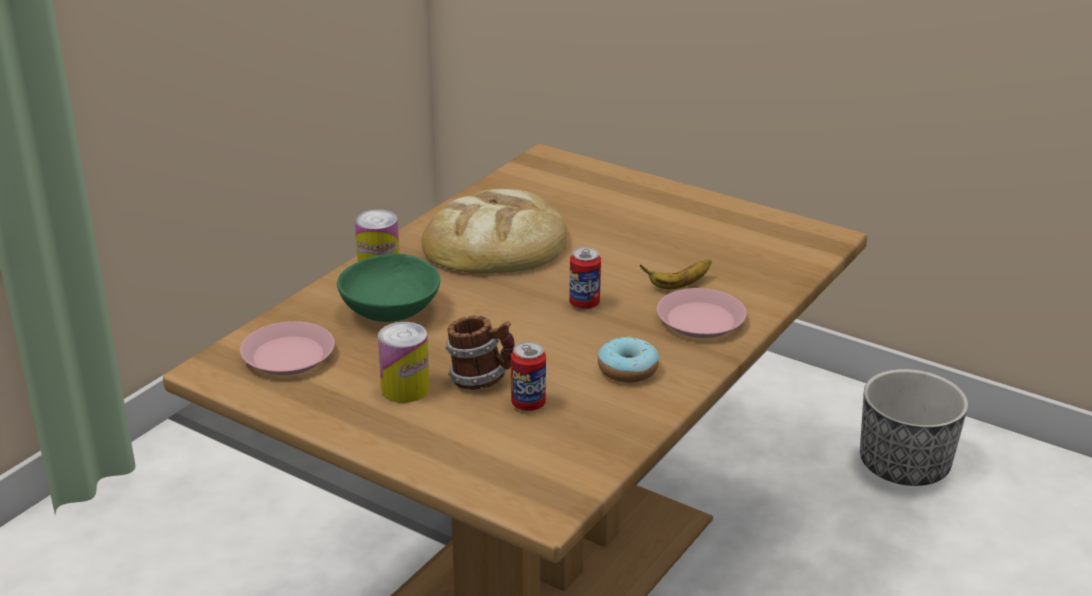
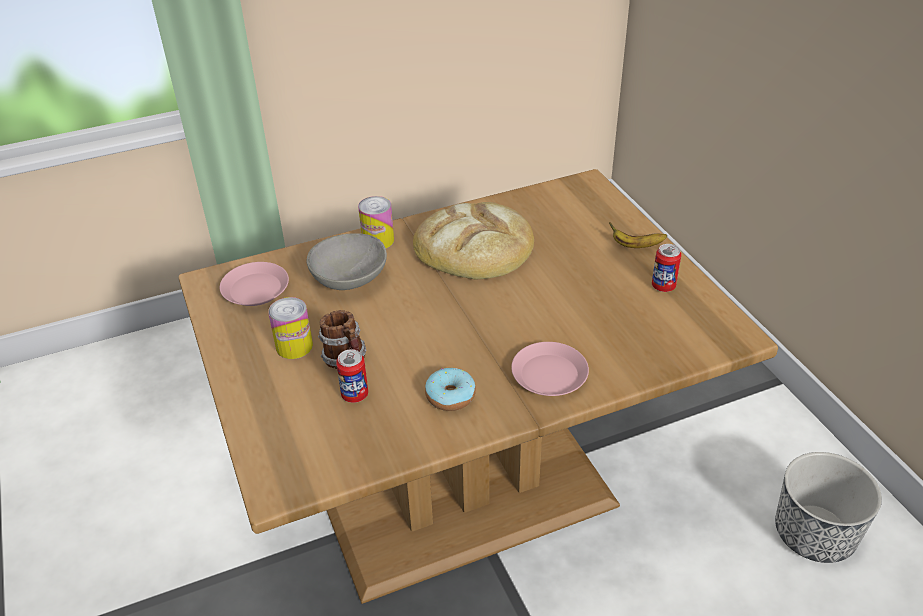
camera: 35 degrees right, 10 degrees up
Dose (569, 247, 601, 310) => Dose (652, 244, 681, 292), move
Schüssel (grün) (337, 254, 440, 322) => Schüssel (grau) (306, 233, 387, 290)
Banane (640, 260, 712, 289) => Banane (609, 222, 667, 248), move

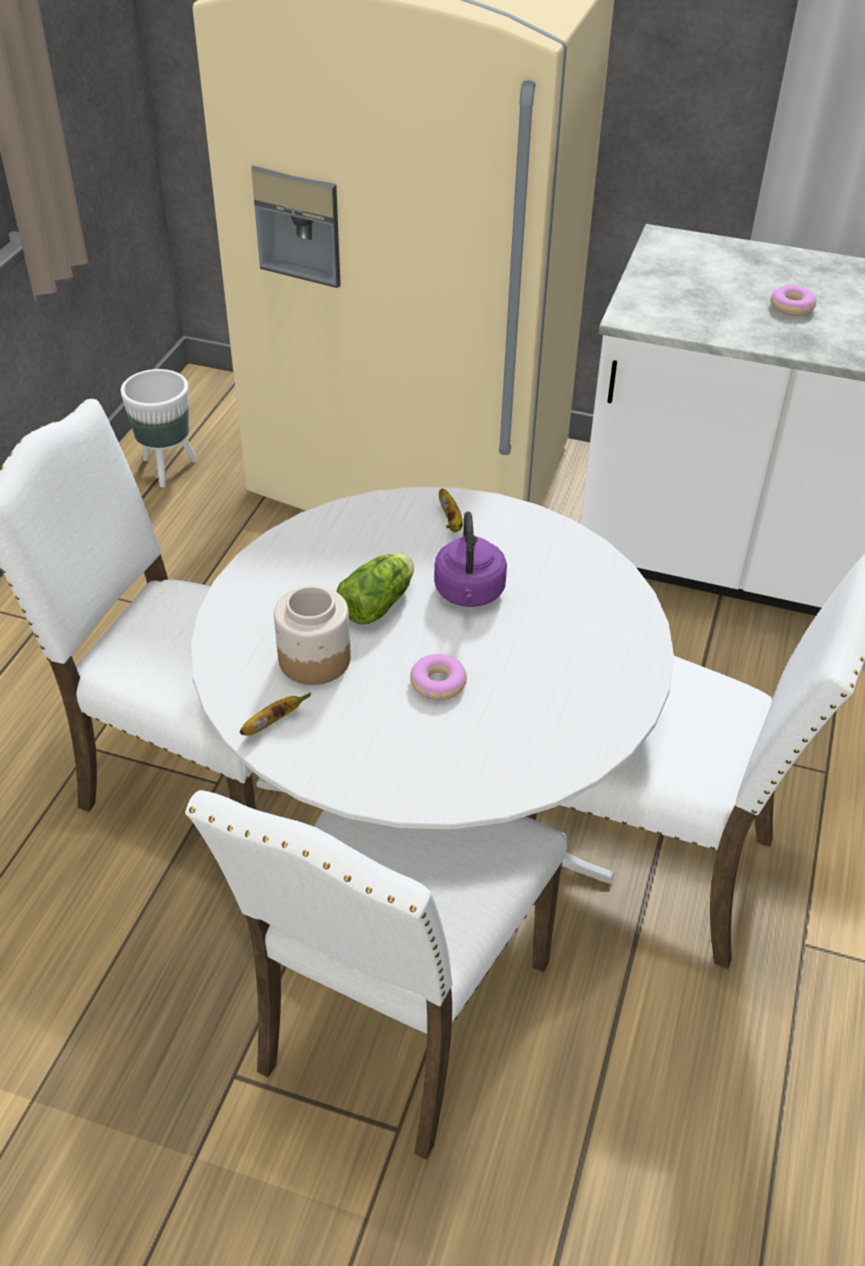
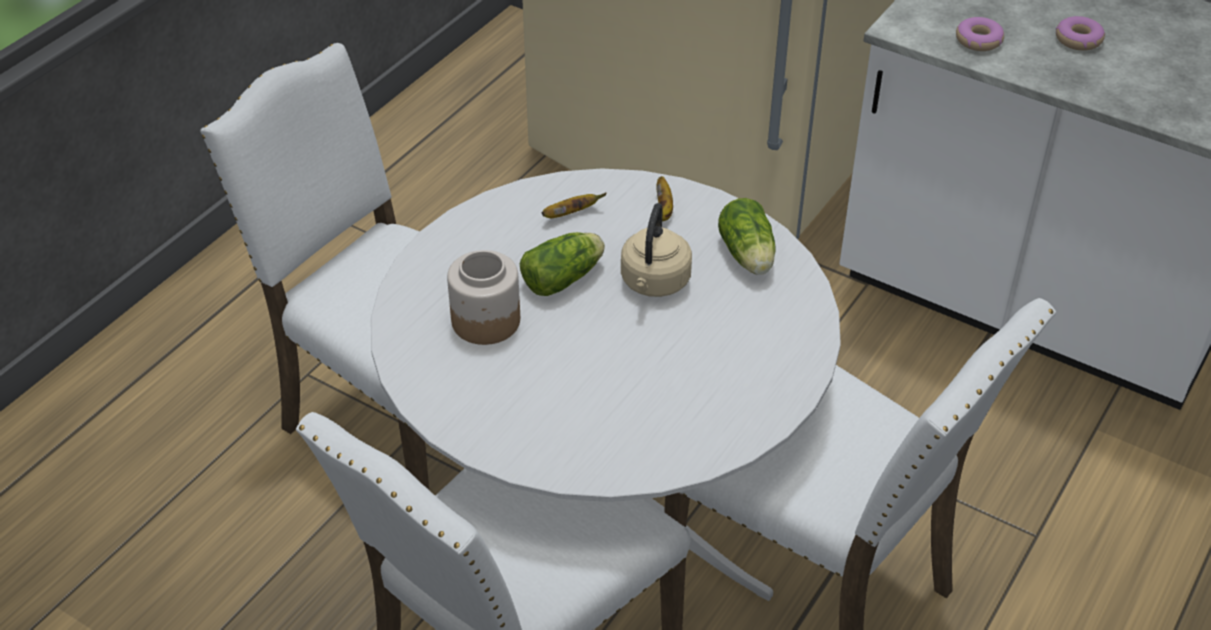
camera: 15 degrees right, 0 degrees up
Pflanzkübel (weiß) (120, 369, 197, 488) => nothing
Wasserkessel (lila) (434, 512, 507, 607) => Wasserkessel (beige) (621, 203, 692, 297)
Donut (410, 654, 467, 700) => Donut (956, 17, 1004, 51), move
Banane (240, 693, 311, 736) => Banane (542, 193, 607, 218), move
nothing => Salatkopf (718, 198, 776, 275)

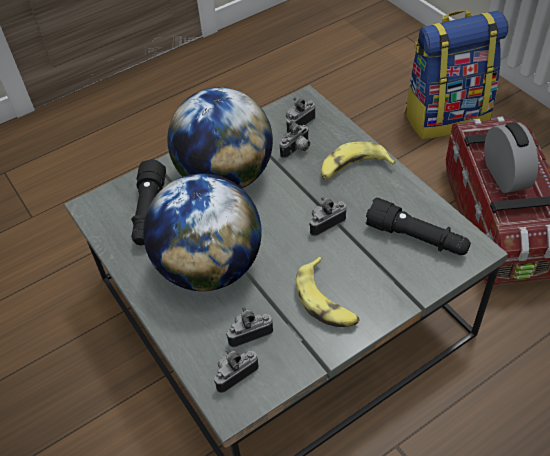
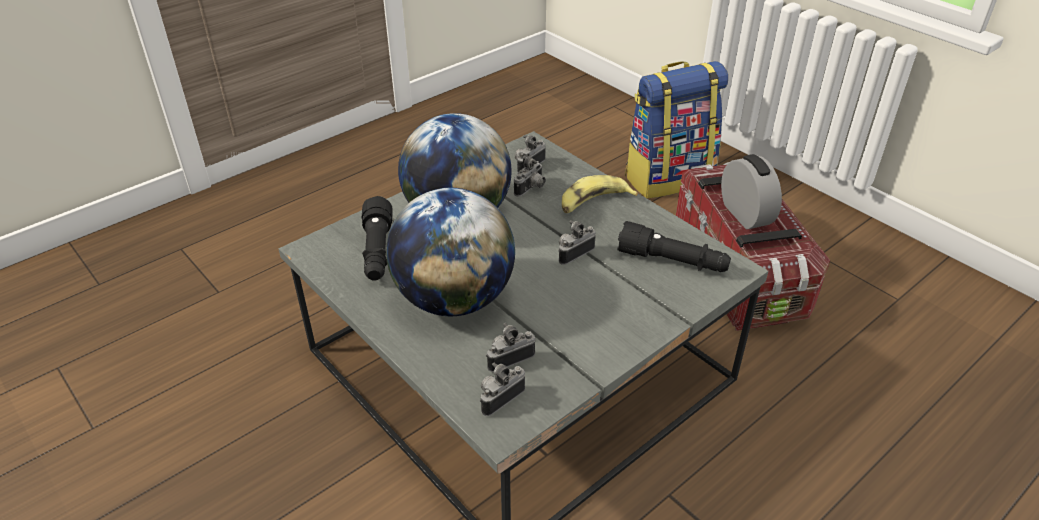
camera: 10 degrees left, 10 degrees down
Banane (296, 257, 360, 327) => nothing

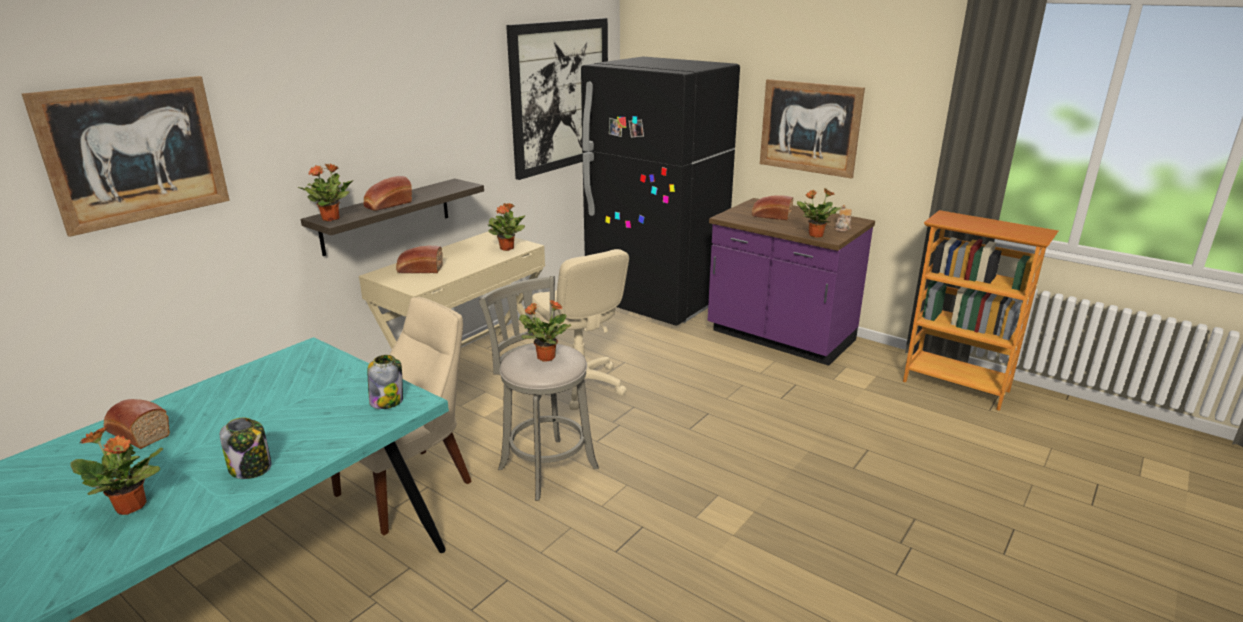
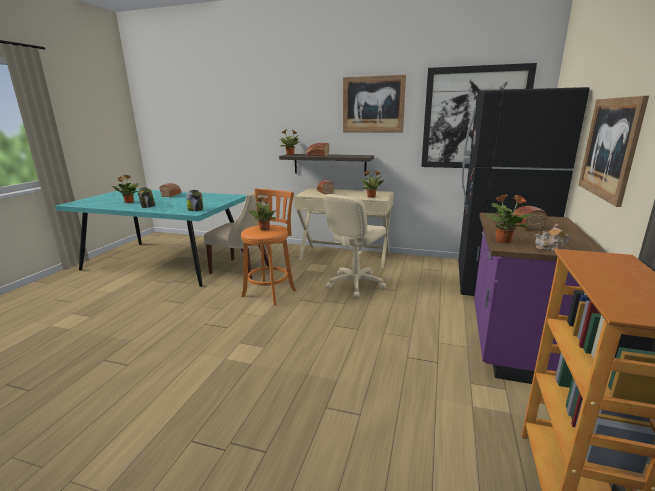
camera: 70 degrees right, 5 degrees down
Bild (22, 76, 230, 237) => Bild (343, 75, 406, 132), move
Hocker (grau) (479, 276, 599, 501) => Hocker (orange) (241, 188, 296, 306)

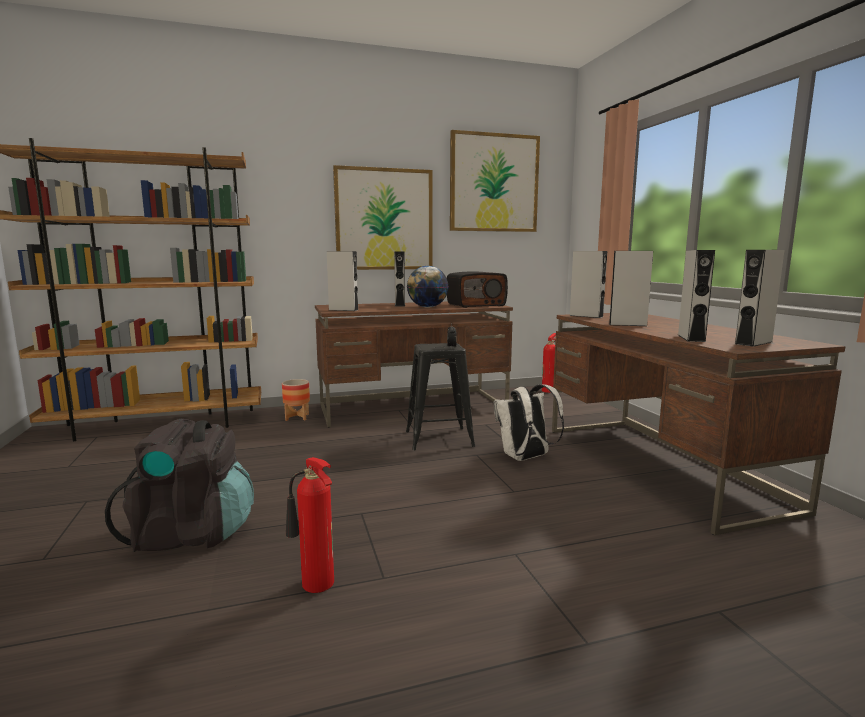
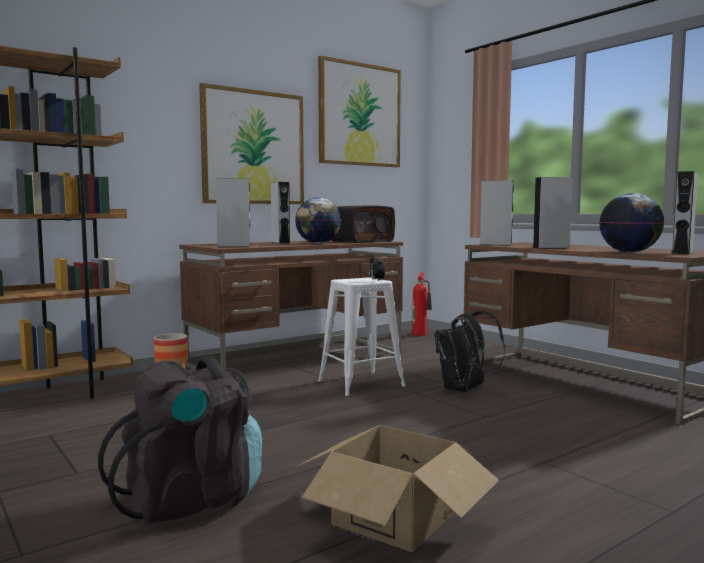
camera: 20 degrees left, 5 degrees down
Lautsprecher (grau) (678, 250, 715, 342) => Globus (599, 193, 664, 252)
Hocker (schwarz) (406, 343, 475, 450) => Hocker (weiß) (318, 278, 406, 396)
Rucksack (weiß) (494, 384, 564, 461) => Rucksack (schwarz) (435, 311, 505, 392)
Feuerlöscher (286, 457, 334, 593) => Karton (296, 425, 499, 552)

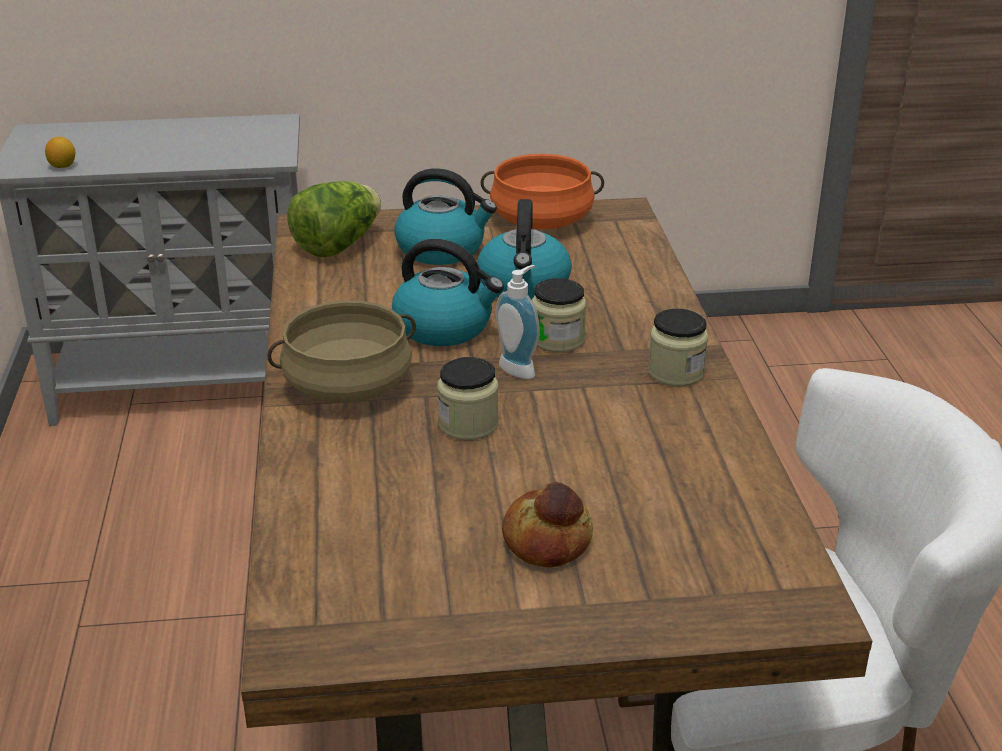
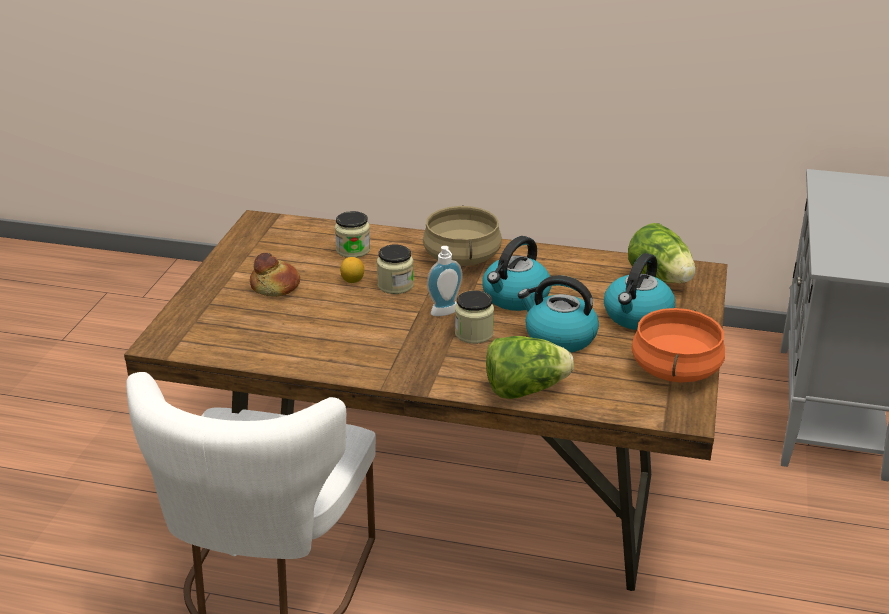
camera: 110 degrees right, 0 degrees up
Zitrone (45, 137, 75, 168) => Zitrone (340, 257, 364, 283), move
Vorratsglas (648, 309, 708, 386) => Vorratsglas (335, 211, 370, 258), move
nothing => Salatkopf (486, 336, 574, 399)

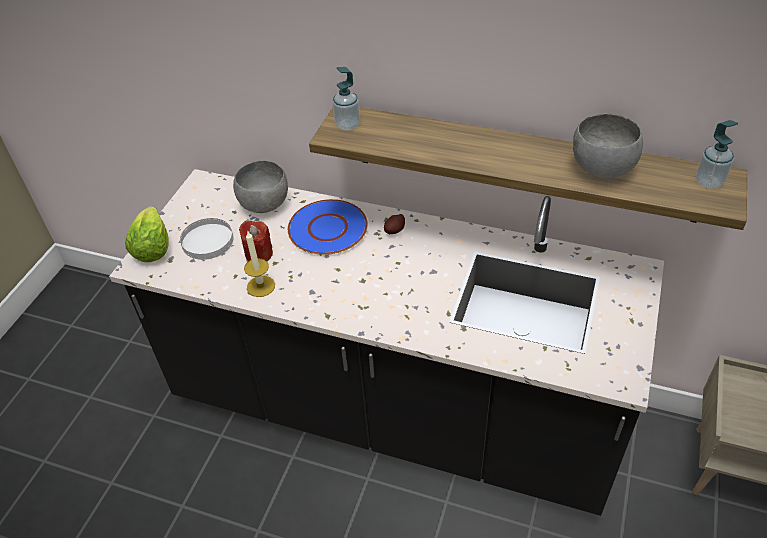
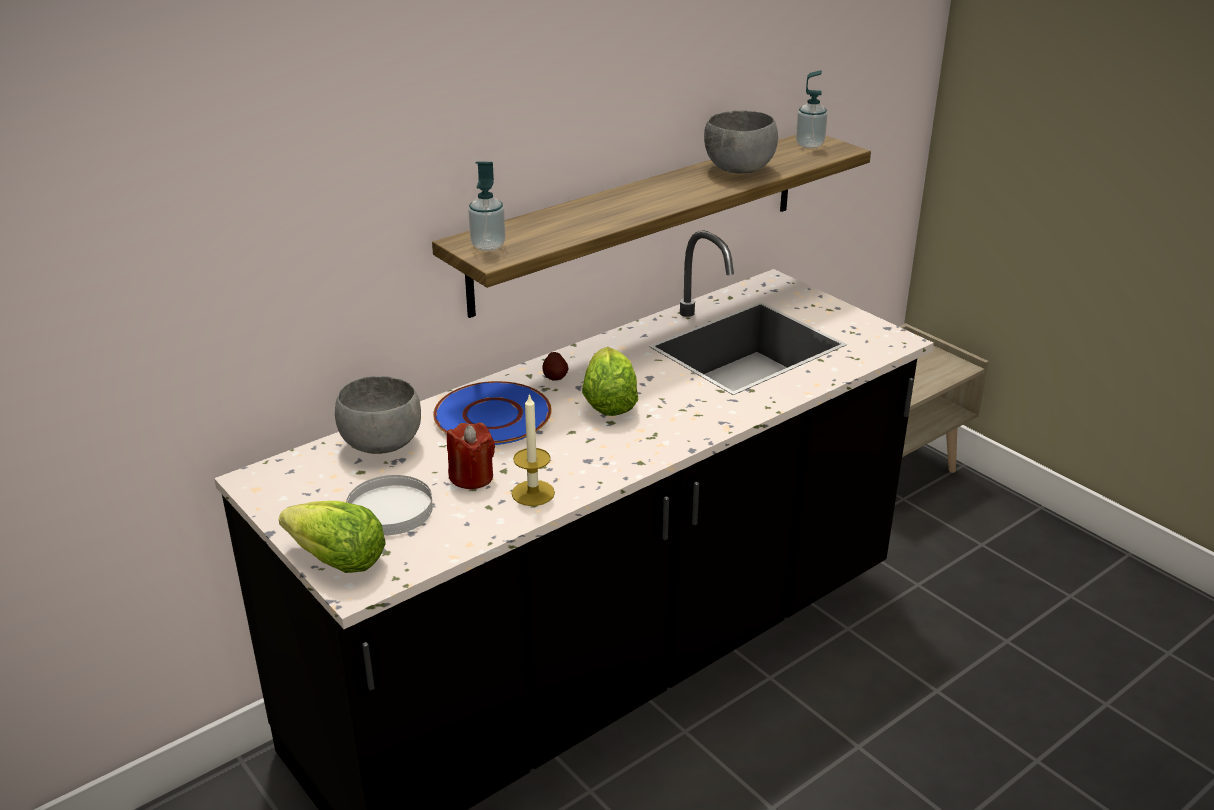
camera: 60 degrees left, 15 degrees down
nothing => Salatkopf (582, 347, 638, 416)

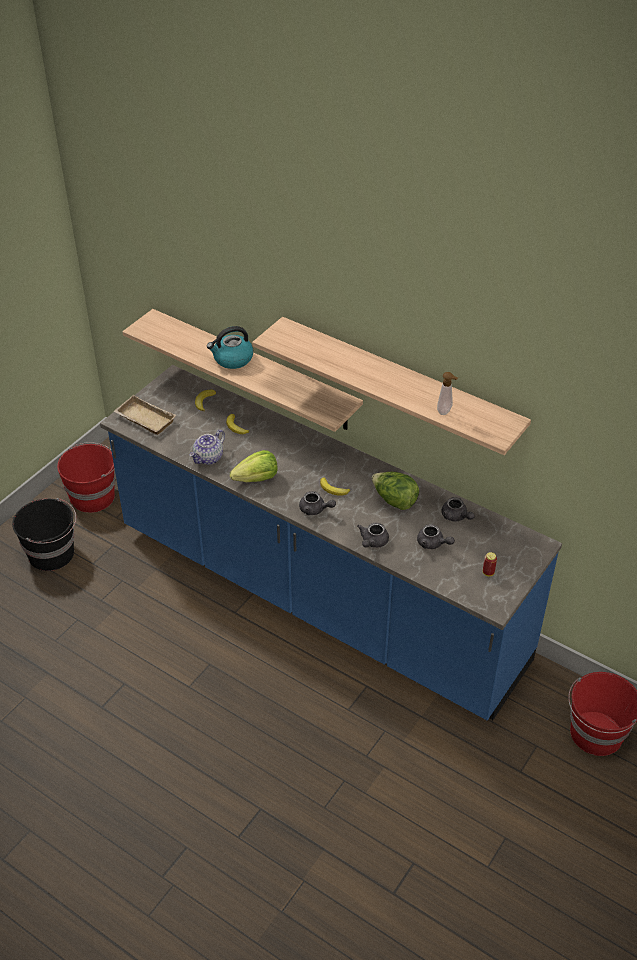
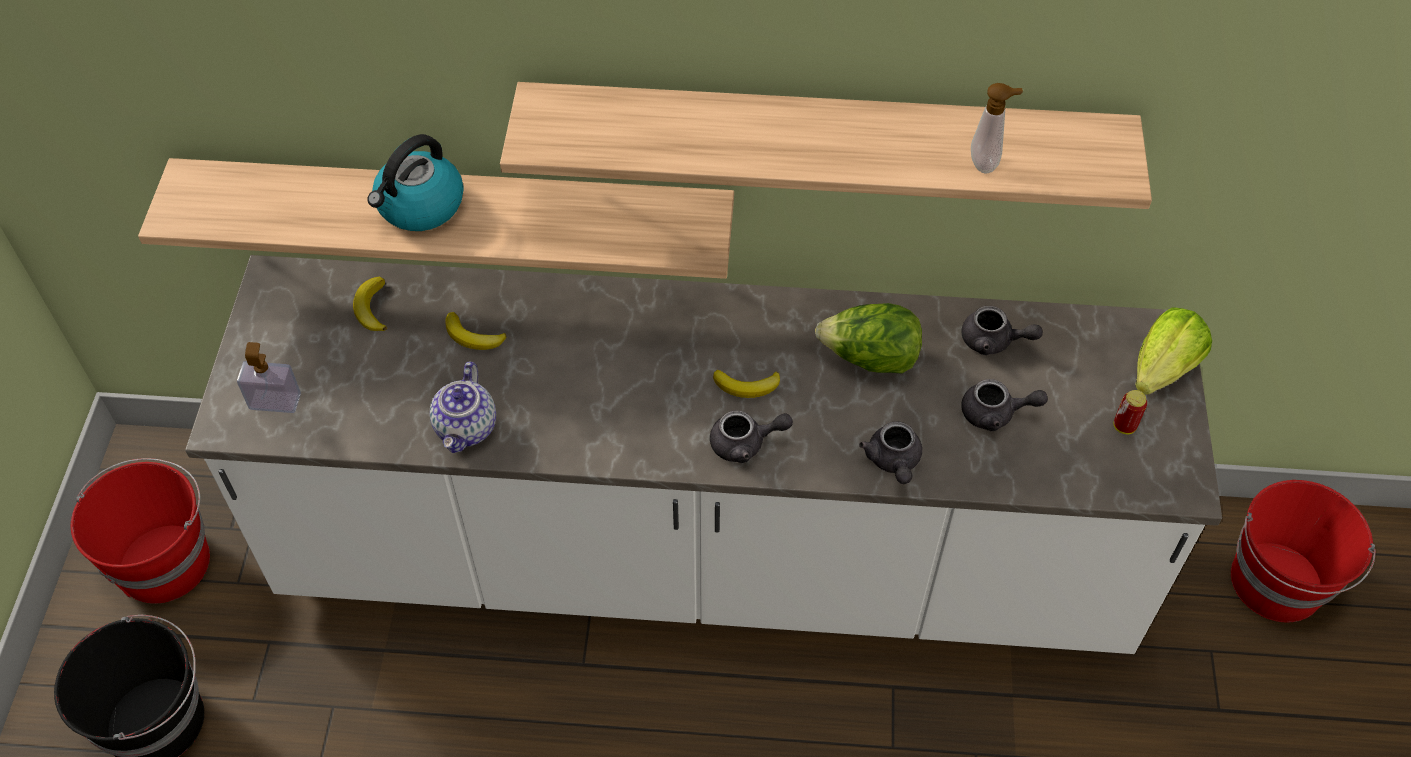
camera: 30 degrees left, 10 degrees up
Küchenzeile (blau) (100, 365, 562, 720) => Küchenzeile (weiß) (185, 255, 1222, 654)
Tablett (beige) (114, 395, 176, 435) => Seifenspender (237, 342, 301, 413)
Salatkopf (230, 450, 278, 482) => Salatkopf (1135, 307, 1212, 395), move

